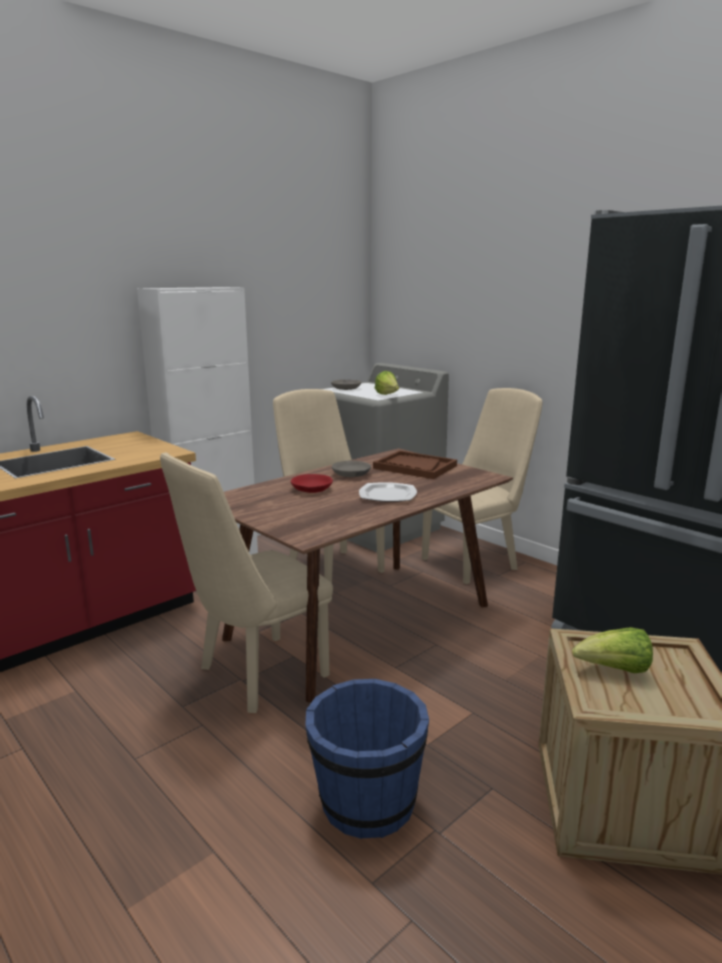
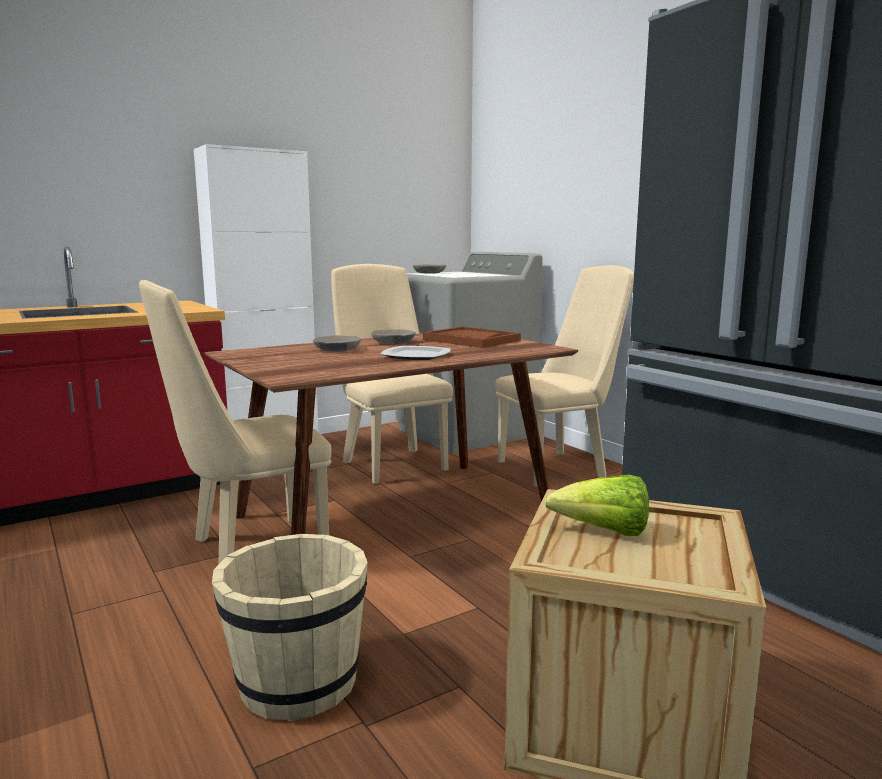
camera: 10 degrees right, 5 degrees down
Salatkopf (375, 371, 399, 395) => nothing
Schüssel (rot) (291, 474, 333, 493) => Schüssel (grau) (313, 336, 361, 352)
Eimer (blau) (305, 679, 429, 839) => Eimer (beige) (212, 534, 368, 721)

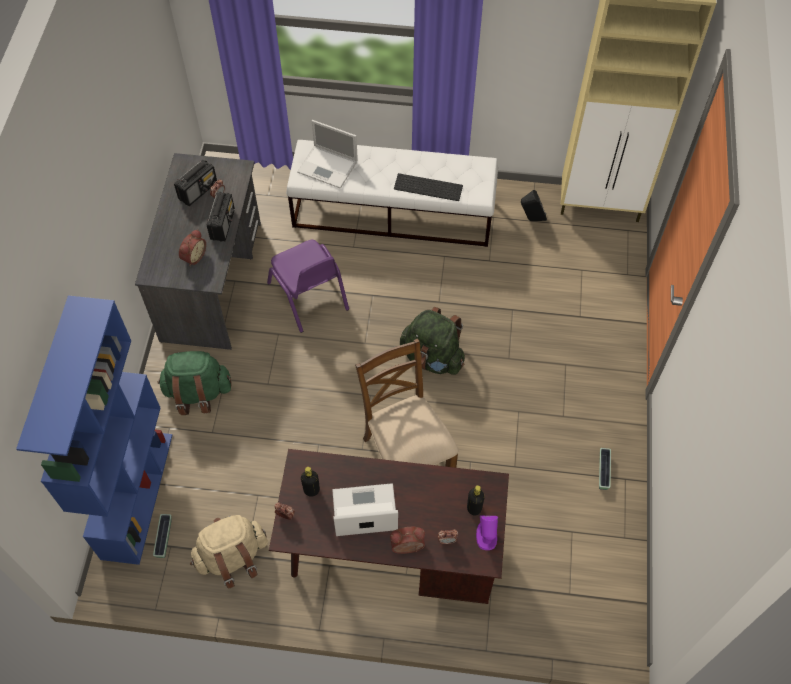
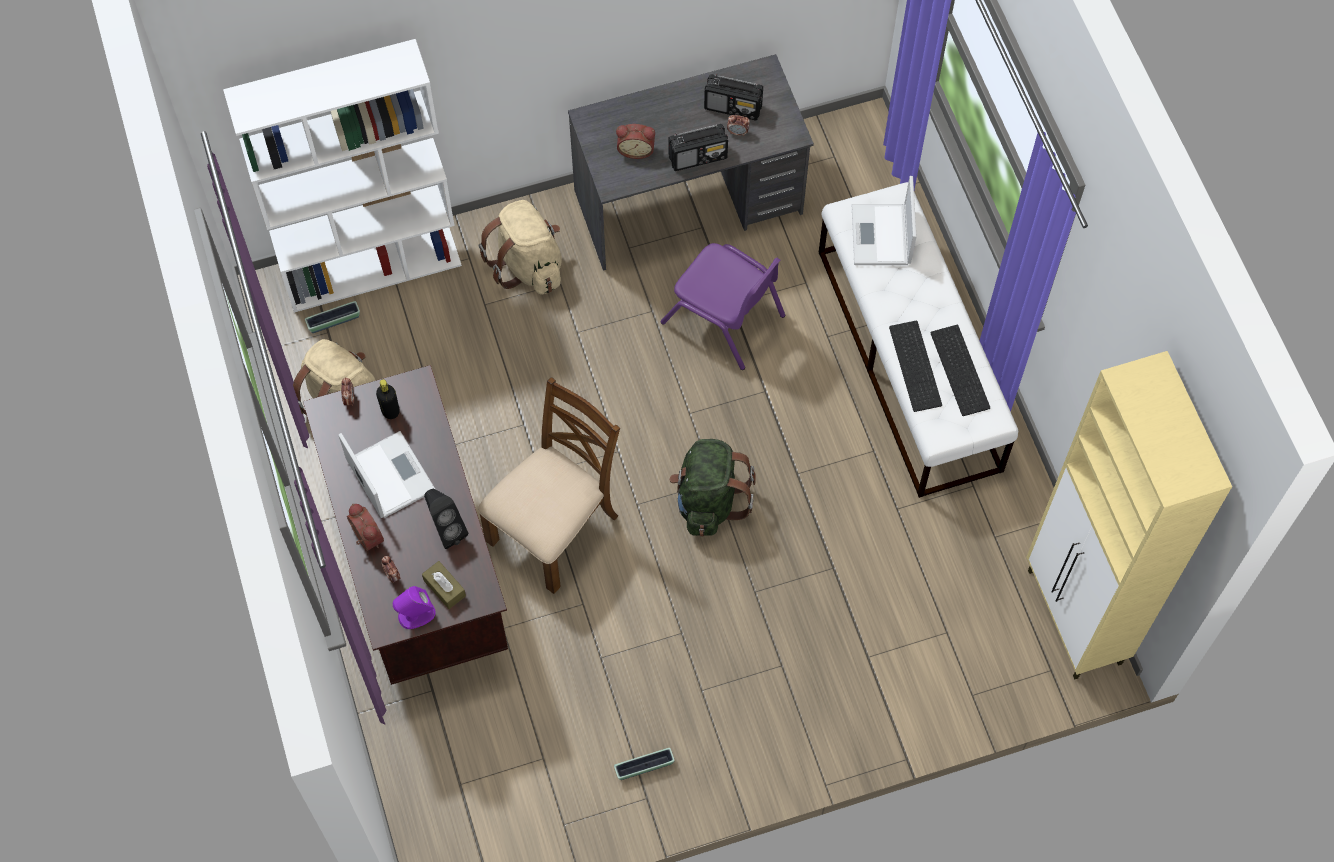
camera: 65 degrees right, 5 degrees up
Lautsprecher (schwarz) (521, 190, 547, 221) => Lautsprecher (schwarz) (424, 489, 468, 549), move
Stuhl (lila) (267, 240, 349, 333) => Stuhl (lila) (660, 243, 785, 370), 90 degrees counterclockwise
Bücherregal (blau) (16, 296, 172, 565) => Bücherregal (weiß) (223, 39, 462, 313)
Rucksack (grün) (157, 351, 232, 415) => Rucksack (beige) (479, 200, 562, 294)
Flasche (schwarz) (467, 485, 485, 515) => Taschentuchbox (braun) (422, 561, 466, 609)
nothing => Tastatur (931, 325, 990, 416)

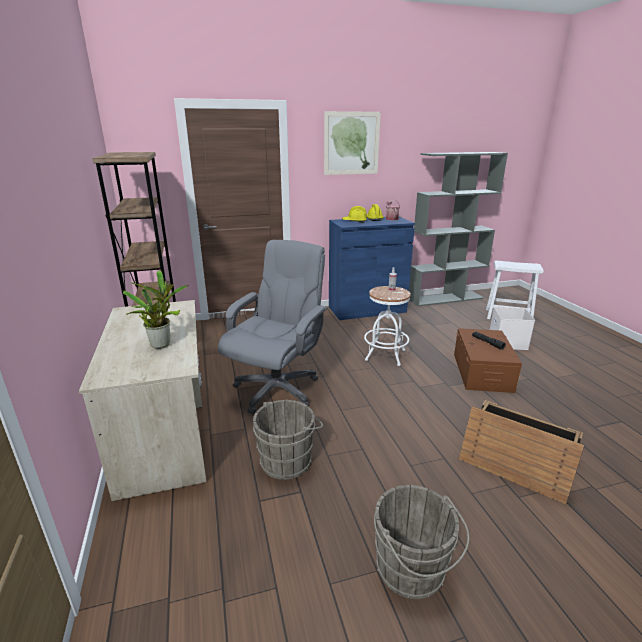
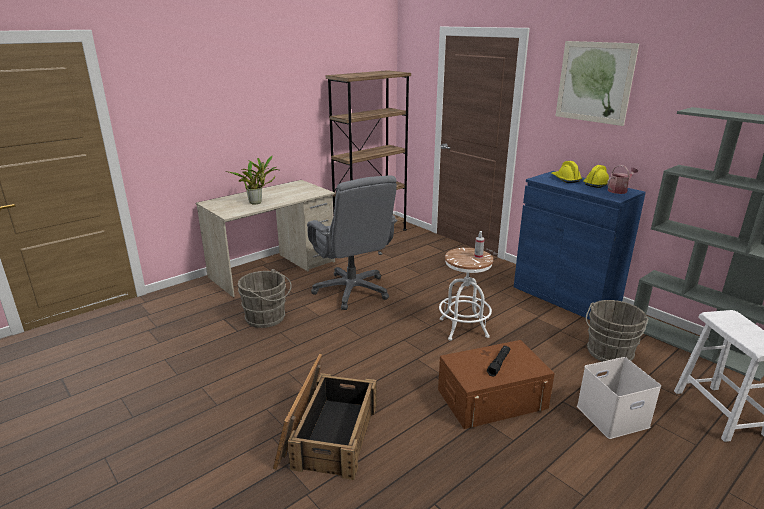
camera: 65 degrees right, 0 degrees up
Bürostuhl (grau) (218, 240, 327, 414) => Bürostuhl (grau) (307, 176, 397, 310), 60 degrees clockwise
Eimer (grau) (374, 485, 470, 599) => Eimer (grau) (586, 300, 648, 362), move

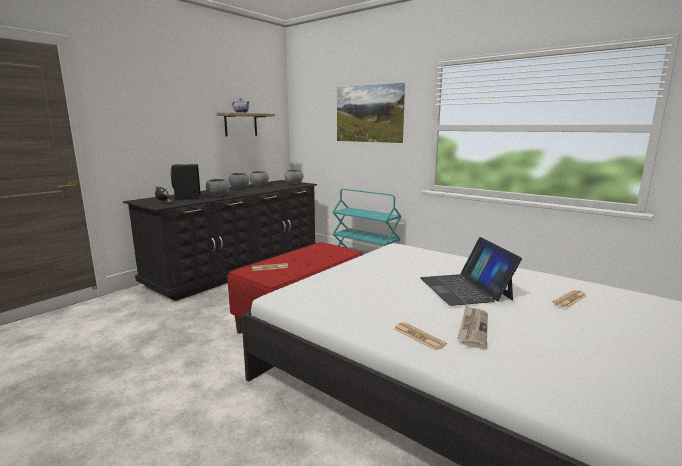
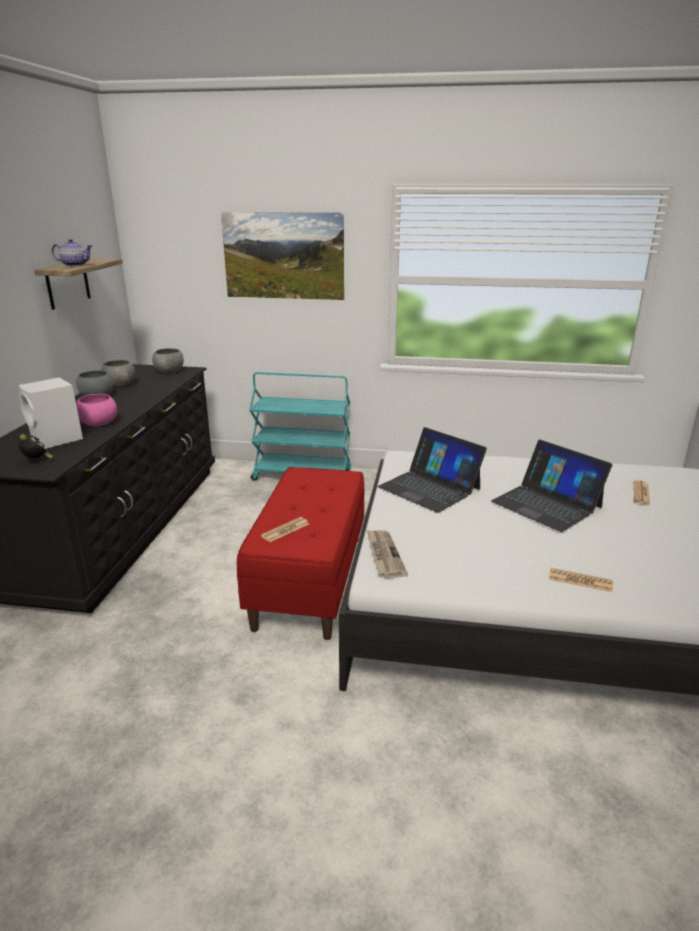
camera: 30 degrees left, 10 degrees up
Lautsprecher (schwarz) (171, 164, 201, 200) => Lautsprecher (weiß) (19, 378, 83, 449)
Schüssel (grau) (206, 179, 229, 196) => Schüssel (rosa) (76, 394, 117, 426)
Zeitung (457, 305, 488, 349) => Zeitung (366, 529, 408, 578), move
nothing => Laptop (378, 427, 487, 513)

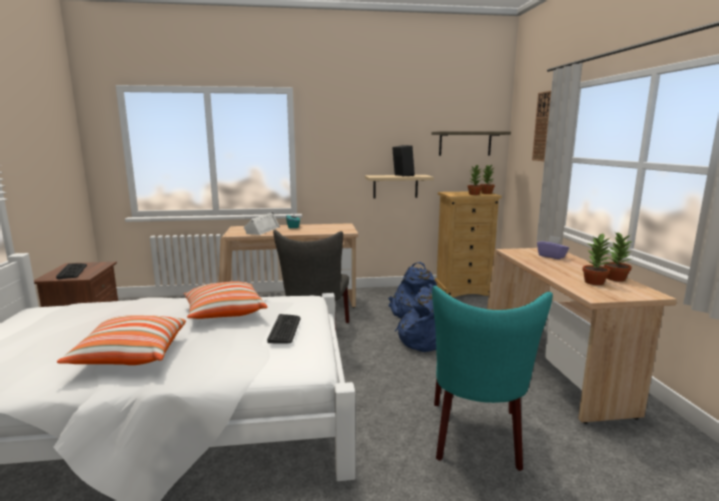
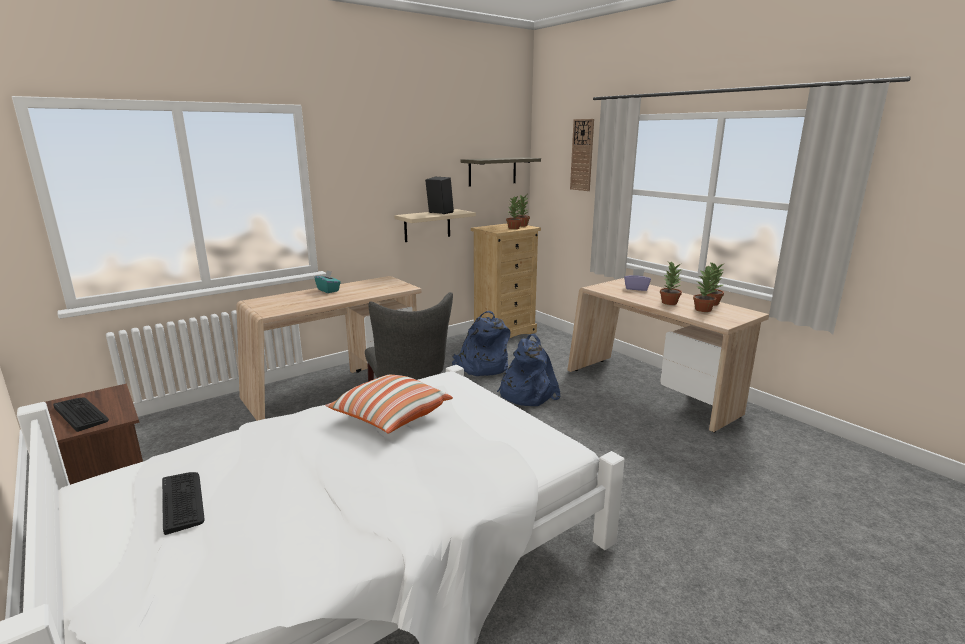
camera: 30 degrees left, 5 degrees up
Lautsprecher (weiß) (244, 212, 280, 235) => nothing
Stuhl (türkis) (432, 286, 553, 471) => nothing
Tastatur (267, 314, 300, 343) => Tastatur (162, 472, 205, 535), move
Kissen (57, 315, 186, 365) => nothing
nothing => Topfpflanze (660, 262, 683, 305)

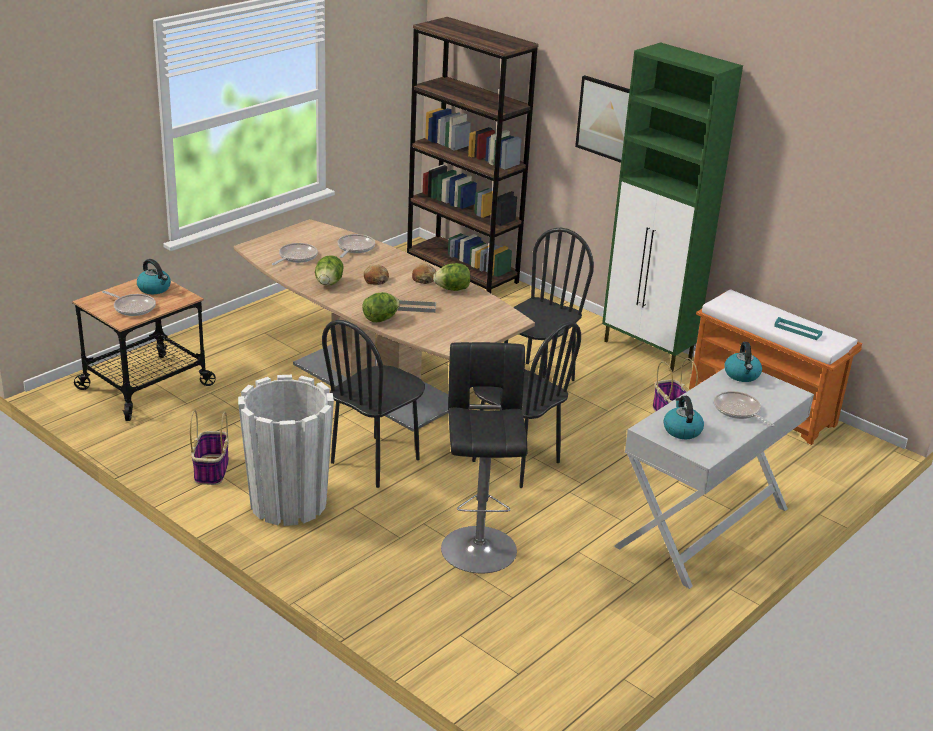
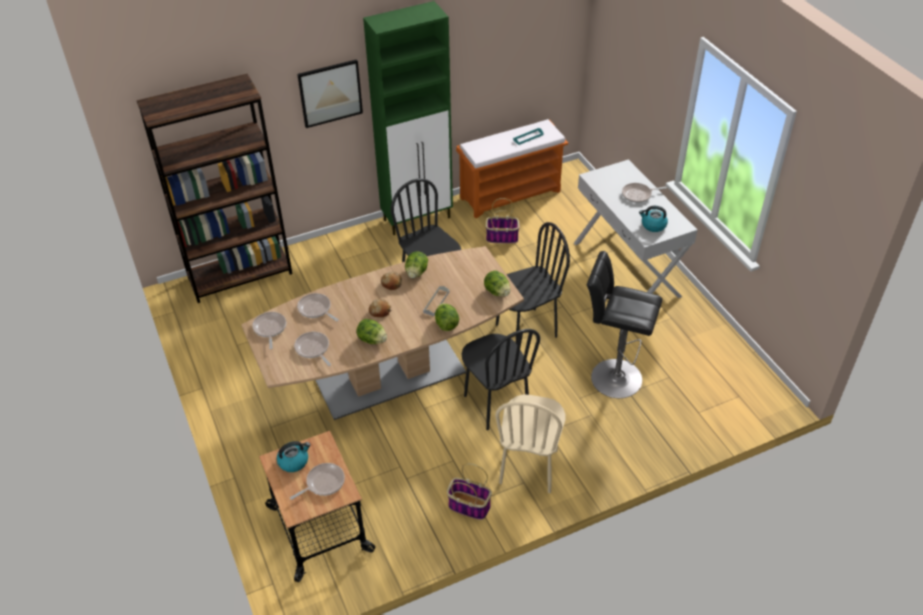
camera: 65 degrees left, 15 degrees up
Wasserkessel (724, 342, 762, 382) => nothing
Pflanzkübel (weiß) (238, 375, 334, 526) => Stuhl (beige) (495, 394, 566, 494)
nothing => Salatkopf (484, 270, 510, 297)
nothing => Pfanne (252, 312, 286, 349)

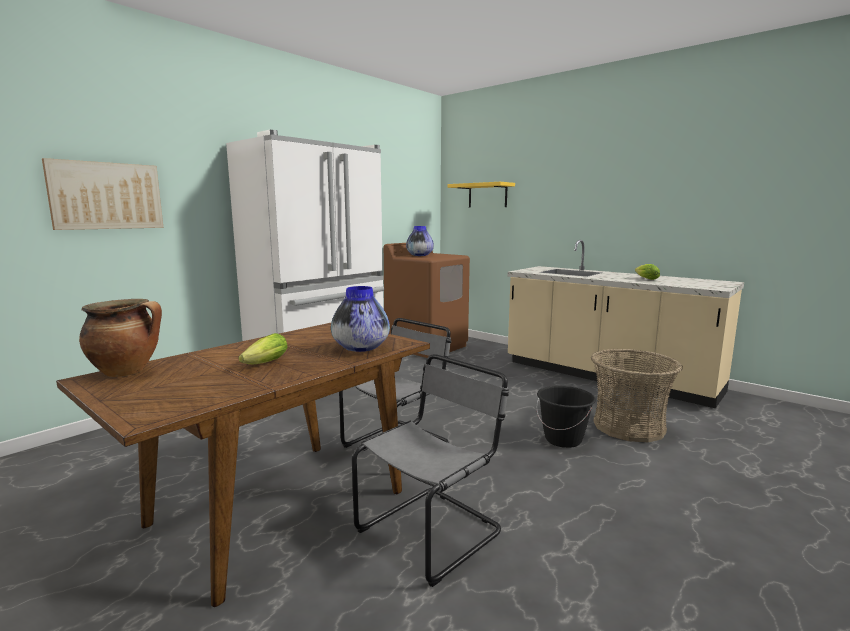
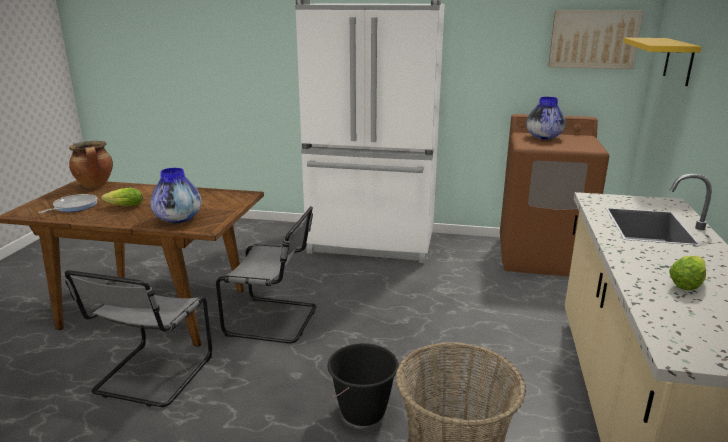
camera: 60 degrees right, 10 degrees up
Bild (42, 158, 163, 230) => Bild (548, 10, 643, 69), move
Stuhl (grau) (352, 354, 509, 587) => Stuhl (grau) (65, 270, 212, 407), 90 degrees clockwise
nothing => Pfanne (39, 194, 97, 213)

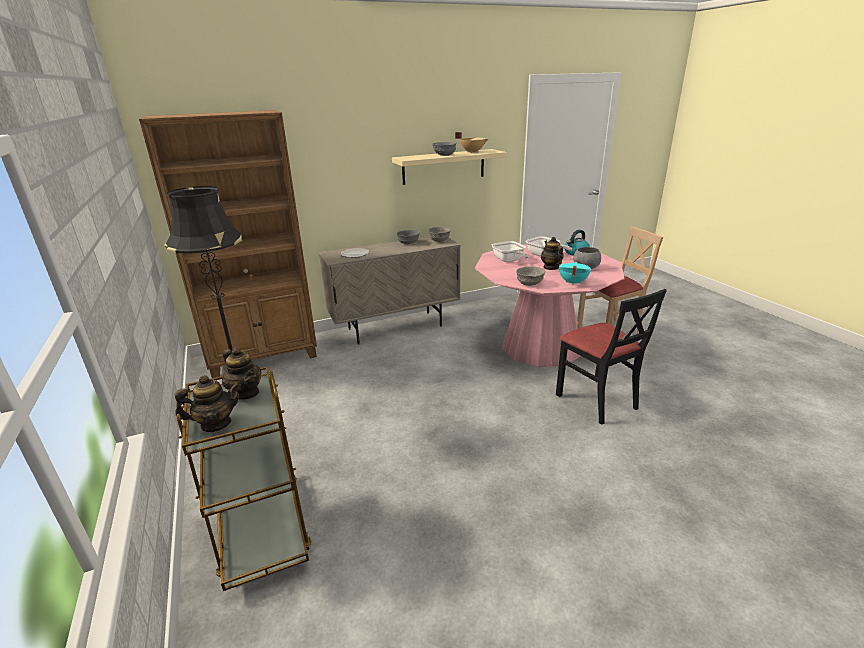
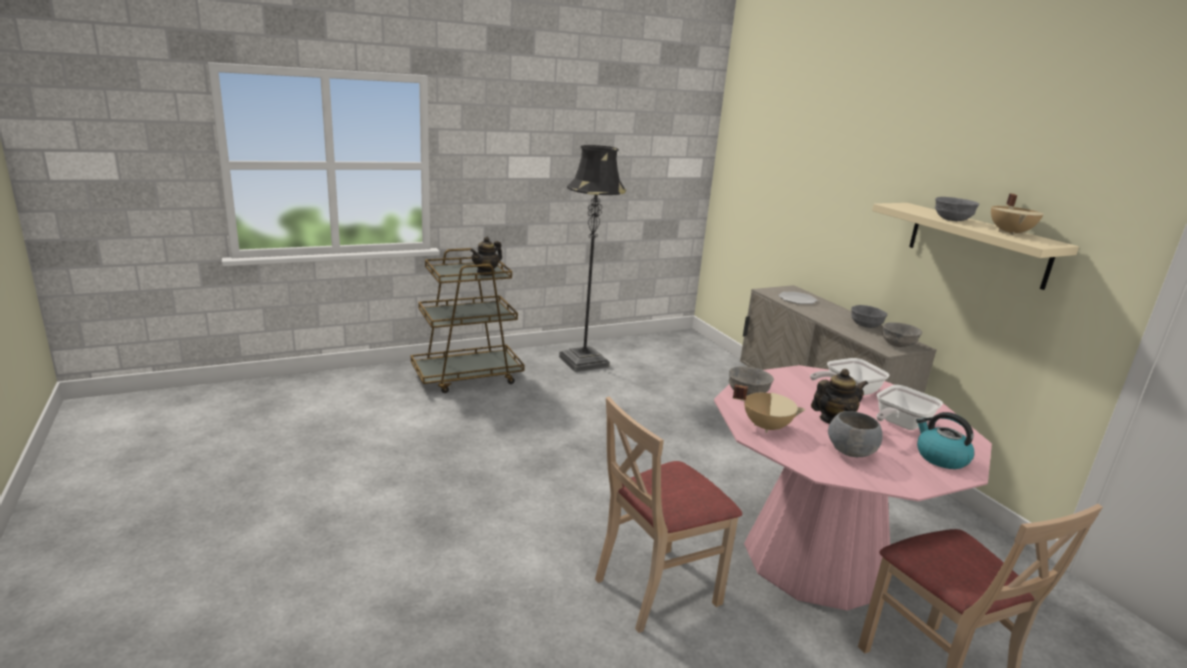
camera: 85 degrees right, 5 degrees down
Bücherregal (braun) (139, 110, 317, 378) => nothing
Kochtopf (türkis) (559, 262, 591, 285) => Kochtopf (beige) (733, 385, 805, 433)
Stuhl (schwarz) (556, 289, 667, 425) => Stuhl (beige) (595, 397, 742, 633)
Teekanne (175, 375, 241, 432) => nothing

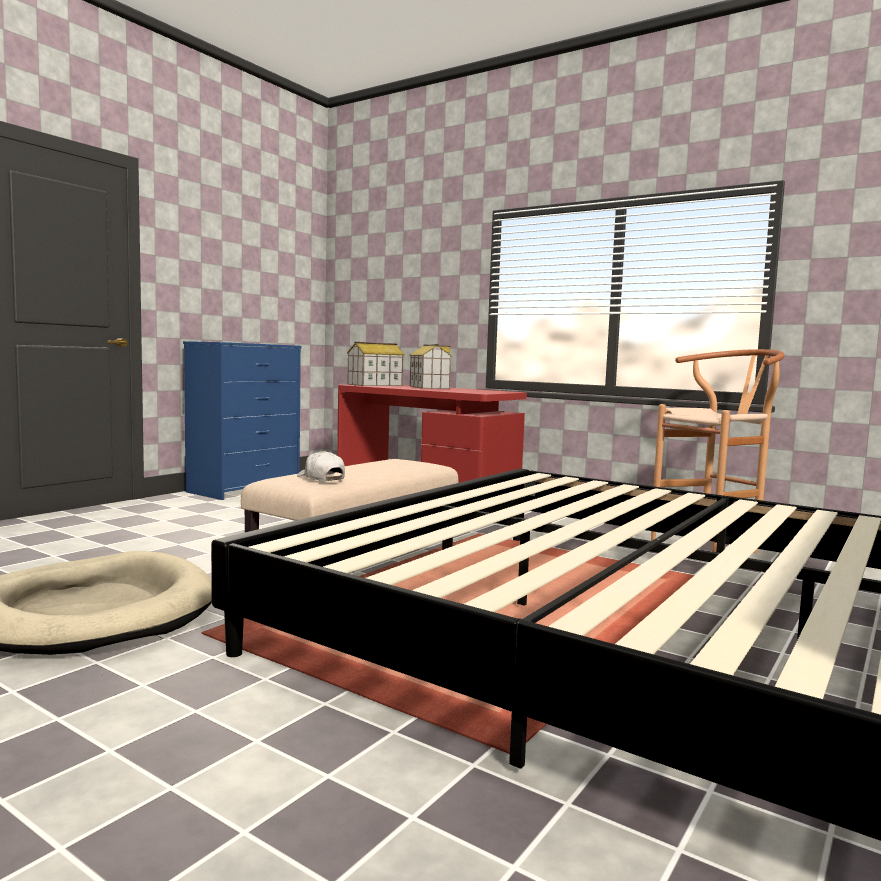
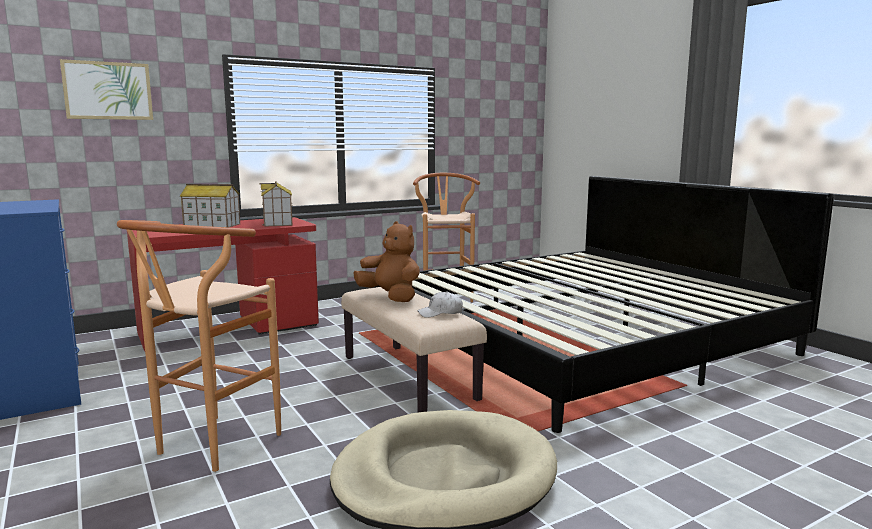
camera: 65 degrees left, 5 degrees up
Spielzeughaus (347, 342, 405, 386) => Spielzeughaus (260, 181, 293, 227), move
nothing => Bild (60, 59, 153, 120)
nothing => Hocker (braun) (117, 220, 281, 472)
nothing => Plüschtier (braun) (354, 221, 420, 302)

